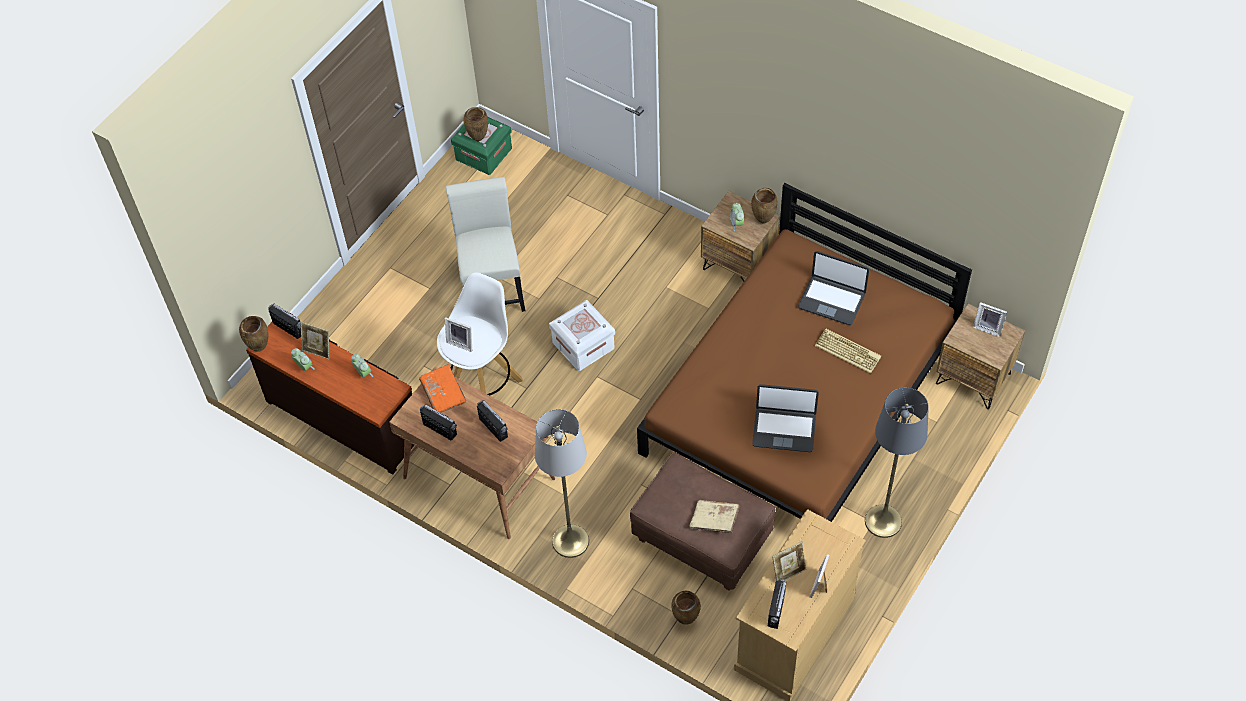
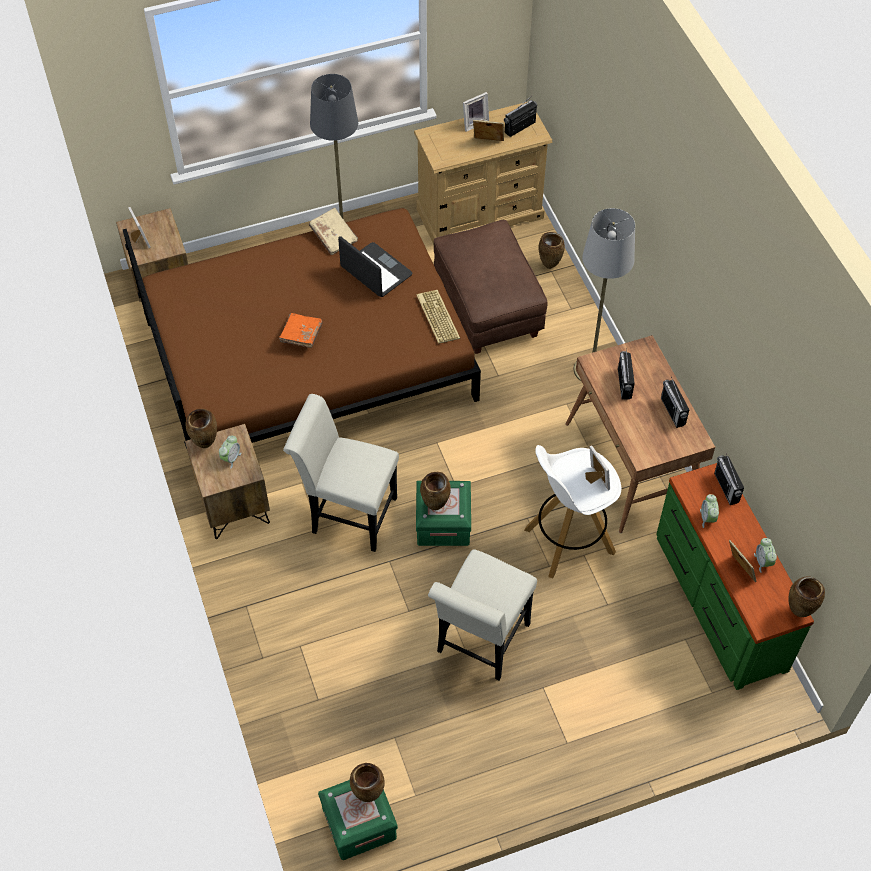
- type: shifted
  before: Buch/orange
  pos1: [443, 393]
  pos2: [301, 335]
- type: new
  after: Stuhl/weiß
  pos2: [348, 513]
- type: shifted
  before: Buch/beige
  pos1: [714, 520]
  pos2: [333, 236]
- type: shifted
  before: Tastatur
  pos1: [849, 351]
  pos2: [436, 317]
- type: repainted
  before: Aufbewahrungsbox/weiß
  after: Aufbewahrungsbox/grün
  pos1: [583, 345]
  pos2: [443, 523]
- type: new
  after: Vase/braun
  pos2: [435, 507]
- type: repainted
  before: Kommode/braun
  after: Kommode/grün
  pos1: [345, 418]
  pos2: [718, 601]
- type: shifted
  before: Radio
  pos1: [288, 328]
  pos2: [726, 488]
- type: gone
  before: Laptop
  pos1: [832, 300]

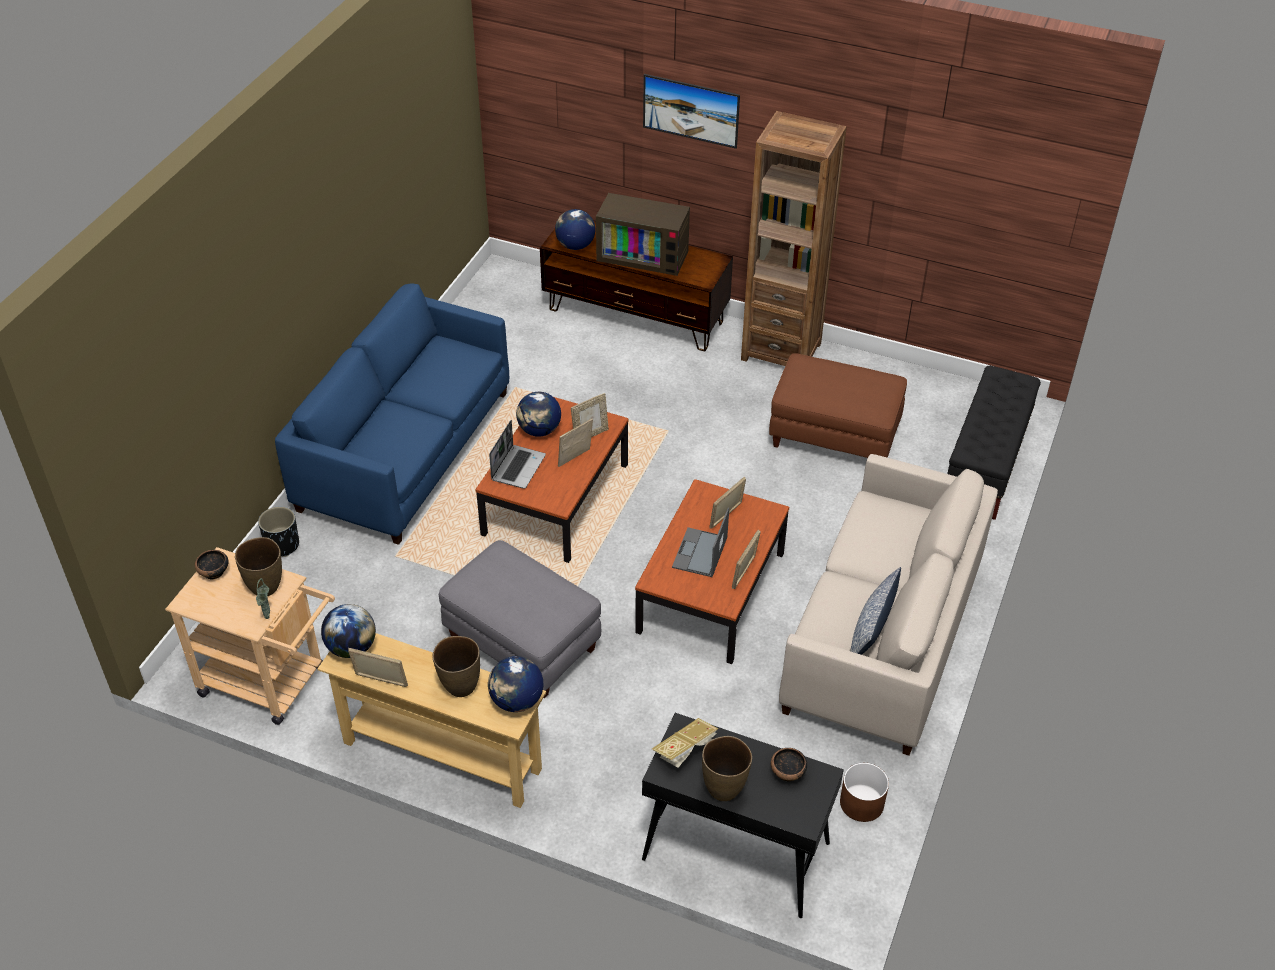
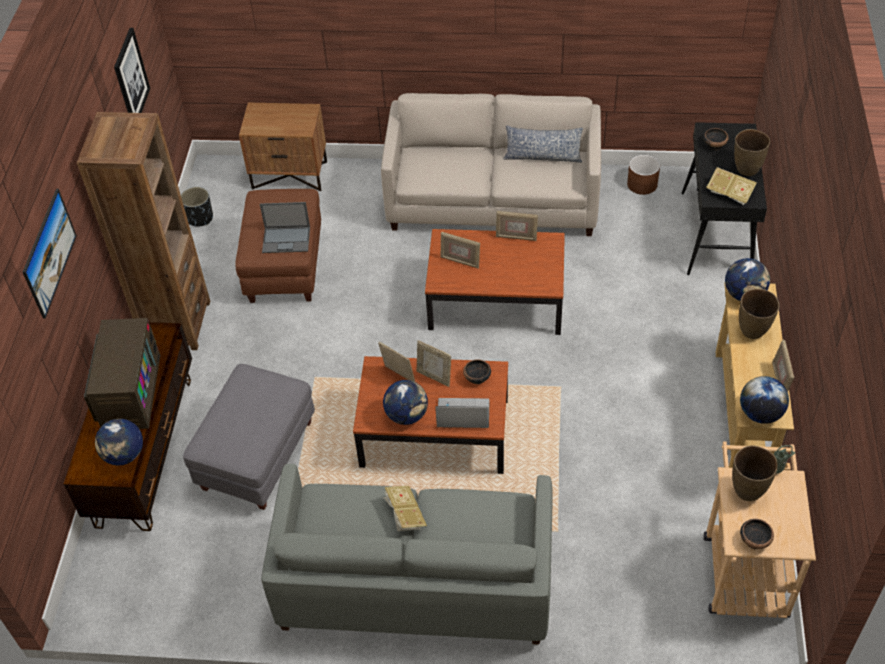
- type: new
  after: Bild
  pos2: [131, 78]
- type: shifted
  before: Pflanzkübel/schwarz
  pos1: [282, 545]
  pos2: [200, 218]
- type: shifted
  before: Polsterhocker/grau
  pos1: [522, 644]
  pos2: [258, 456]
- type: swapped
  before: Bank/schwarz
  after: Nachttisch/braun
  pos1: [985, 465]
  pos2: [290, 174]
- type: shifted
  before: Laptop
  pos1: [700, 553]
  pos2: [287, 239]
- type: repainted
  before: Sofa/blau
  after: Sofa/grau
  pos1: [405, 450]
  pos2: [415, 581]
- type: new
  after: Buch
  pos2: [404, 515]
- type: new
  after: Schüssel
  pos2: [477, 378]

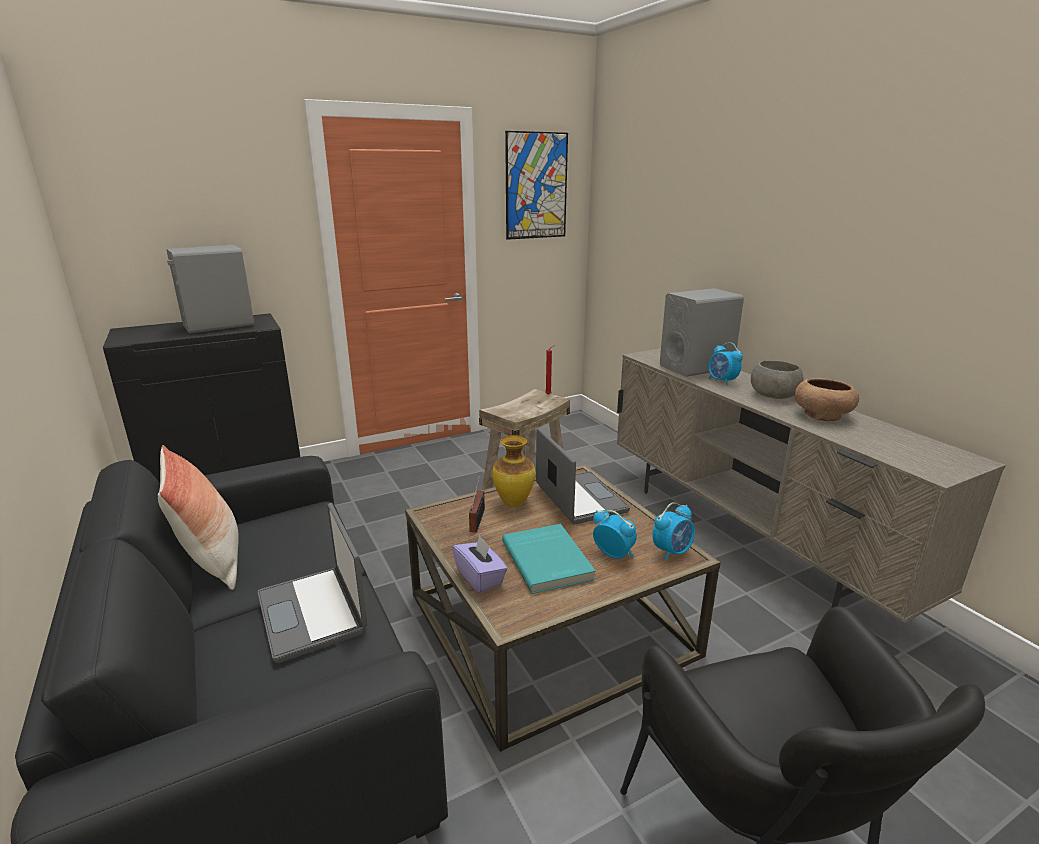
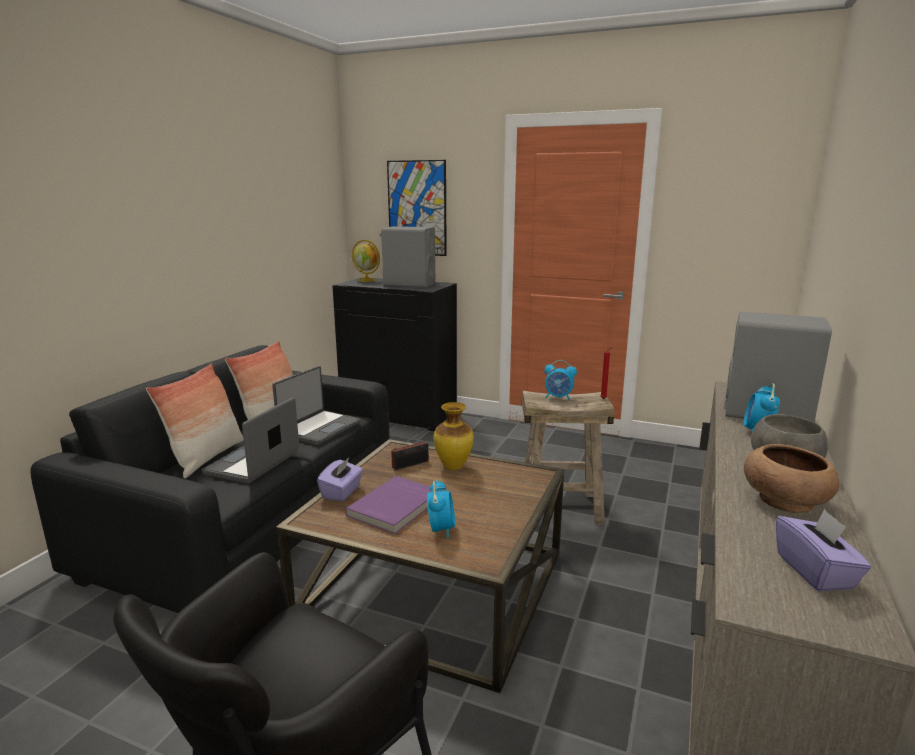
- type: new
  after: Kissen
  pos2: [207, 457]
- type: shifted
  before: Laptop
  pos1: [578, 499]
  pos2: [319, 428]
- type: repainted
  before: Buch/türkis
  after: Buch/lila
  pos1: [548, 560]
  pos2: [396, 507]
- type: new
  after: Globus
  pos2: [367, 280]
- type: shifted
  before: Bild
  pos1: [536, 186]
  pos2: [417, 208]
- type: shifted
  before: Wecker
  pos1: [672, 552]
  pos2: [558, 397]
- type: new
  after: Taschentuchbox/lila
  pos2: [815, 571]

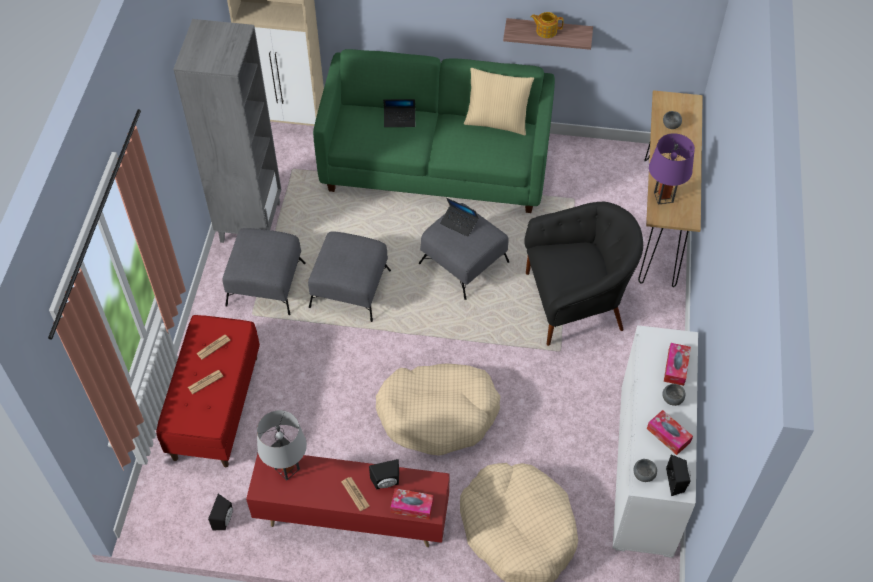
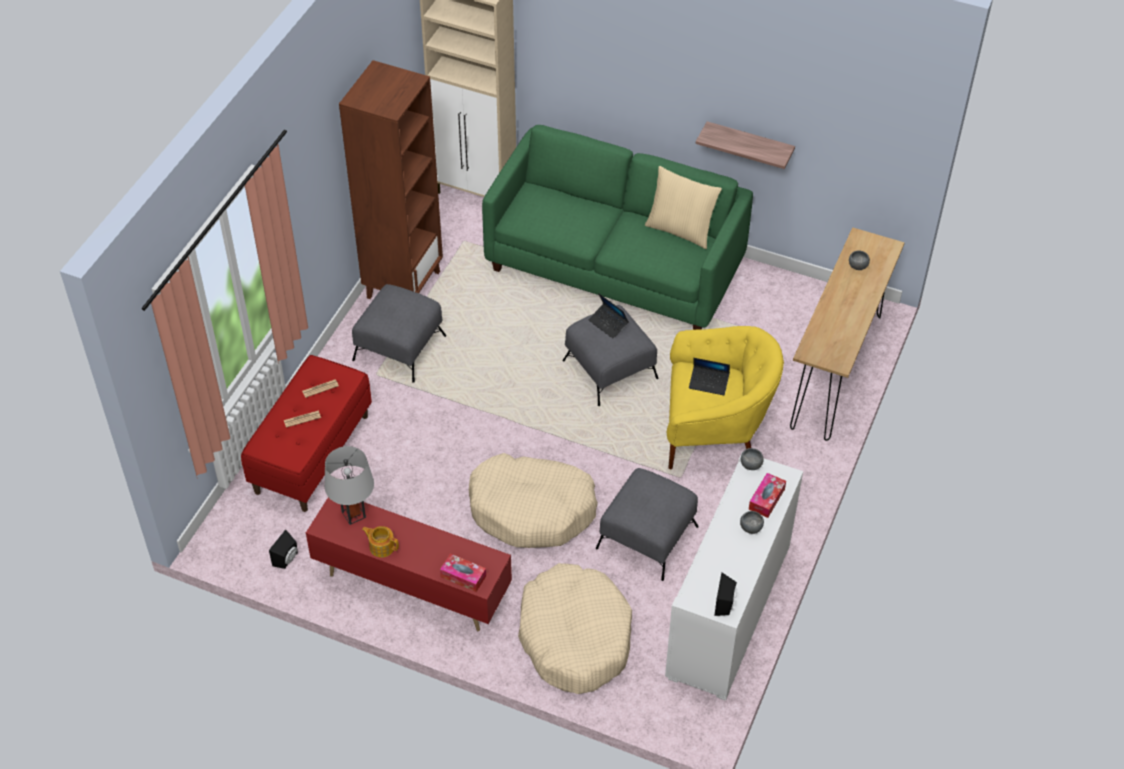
- type: repainted
  before: Bücherregal/grau
  after: Bücherregal/braun
  pos1: [250, 221]
  pos2: [403, 284]
- type: shifted
  before: Teekanne
  pos1: [546, 30]
  pos2: [381, 546]
- type: shifted
  before: Polsterhocker/grau
  pos1: [350, 288]
  pos2: [648, 537]
- type: repainted
  before: Sessel/schwarz
  after: Sessel/gelb
  pos1: [575, 302]
  pos2: [714, 433]
- type: shifted
  before: Laptop
  pos1: [399, 119]
  pos2: [709, 383]
- type: shifted
  before: Schüssel/grau
  pos1: [643, 475]
  pos2: [750, 465]
- type: gone
  before: Zeitung
  pos1: [355, 494]
- type: gone
  before: Lautsprecher/schwarz
  pos1: [386, 483]
- type: gone
  before: Taschentuchbox
  pos1: [668, 435]
- type: gone
  before: Tischlampe/lila
  pos1: [663, 197]

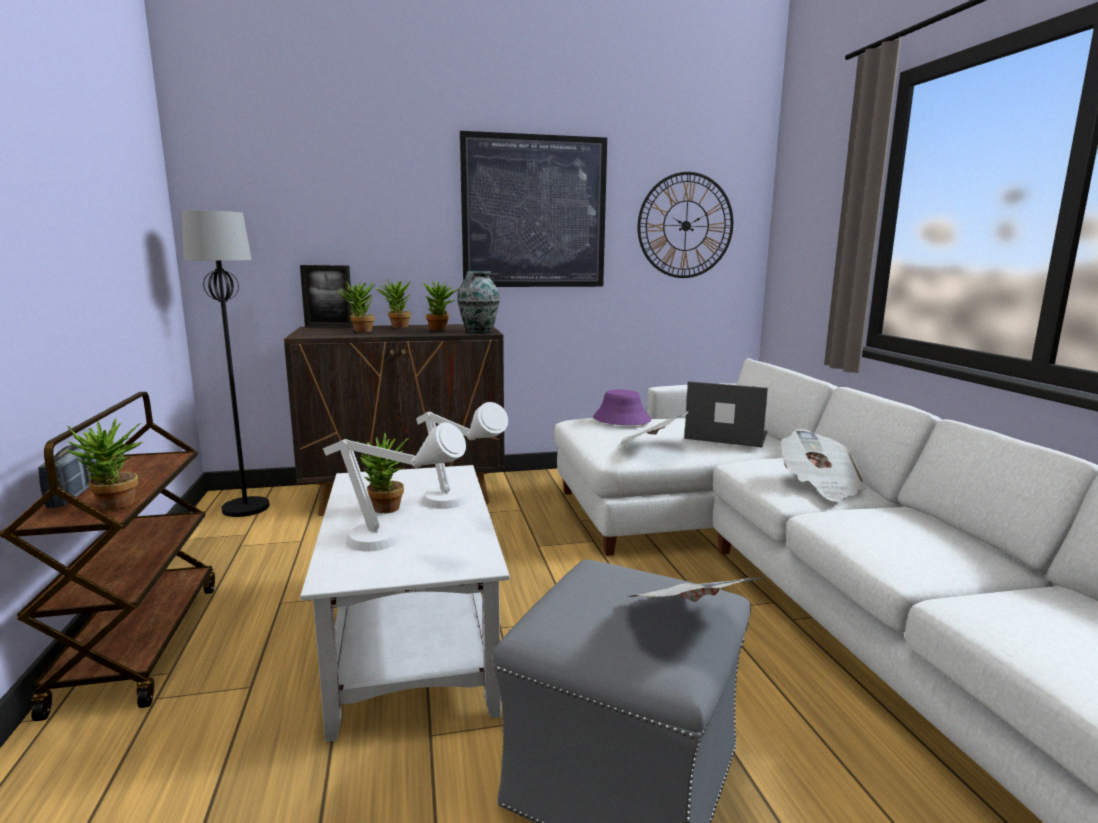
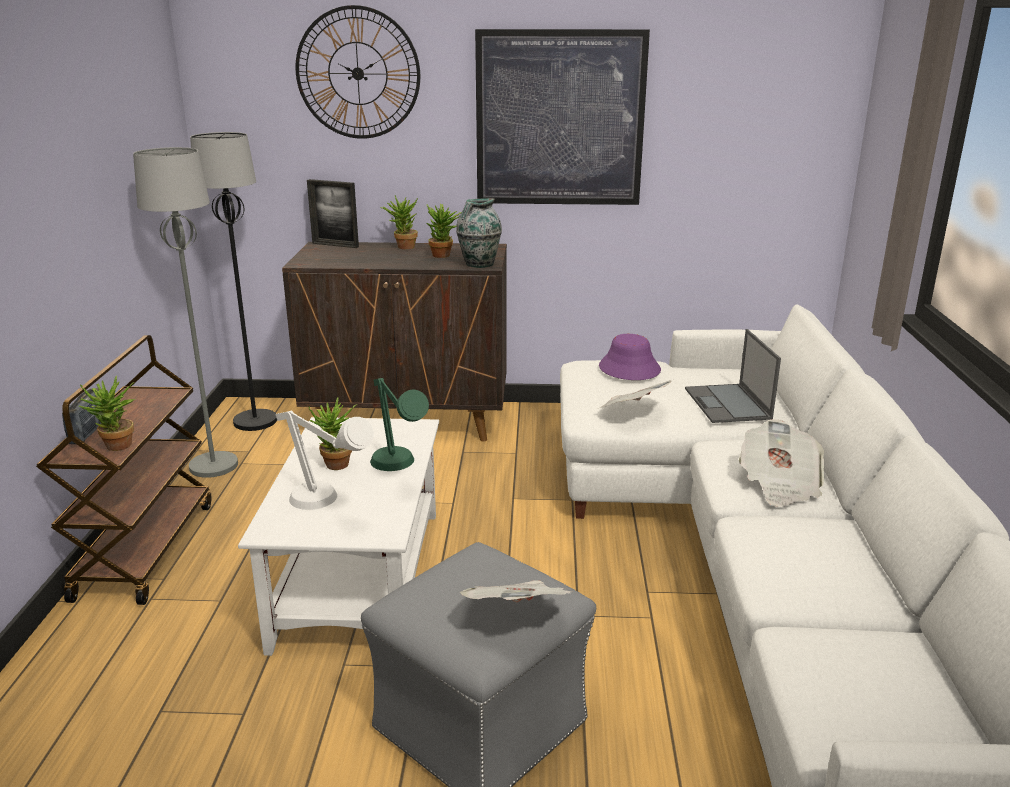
- type: new
  after: Stehlampe/grau
  pos2: [214, 465]
- type: shifted
  before: Wanduhr
  pos1: [685, 225]
  pos2: [358, 73]
- type: repainted
  before: Tischlampe/weiß
  after: Tischlampe/grün
  pos1: [457, 507]
  pos2: [398, 470]
- type: rotated
  before: Laptop
  pos1: [725, 436]
  pos2: [728, 404]
  turn: -135
- type: gone
  before: Topfpflanze
  pos1: [359, 331]

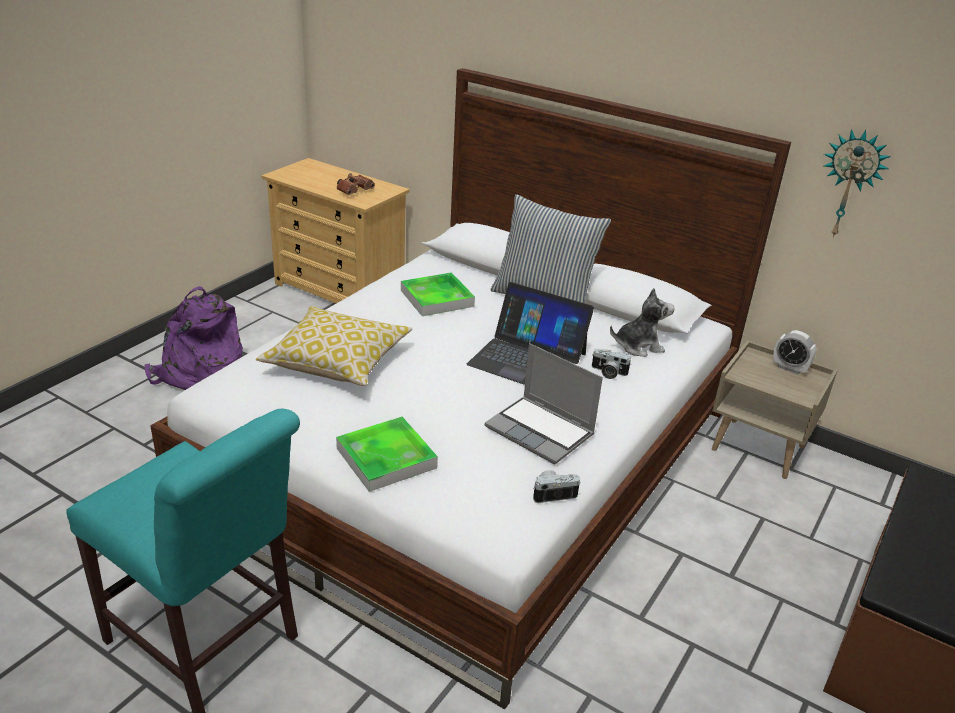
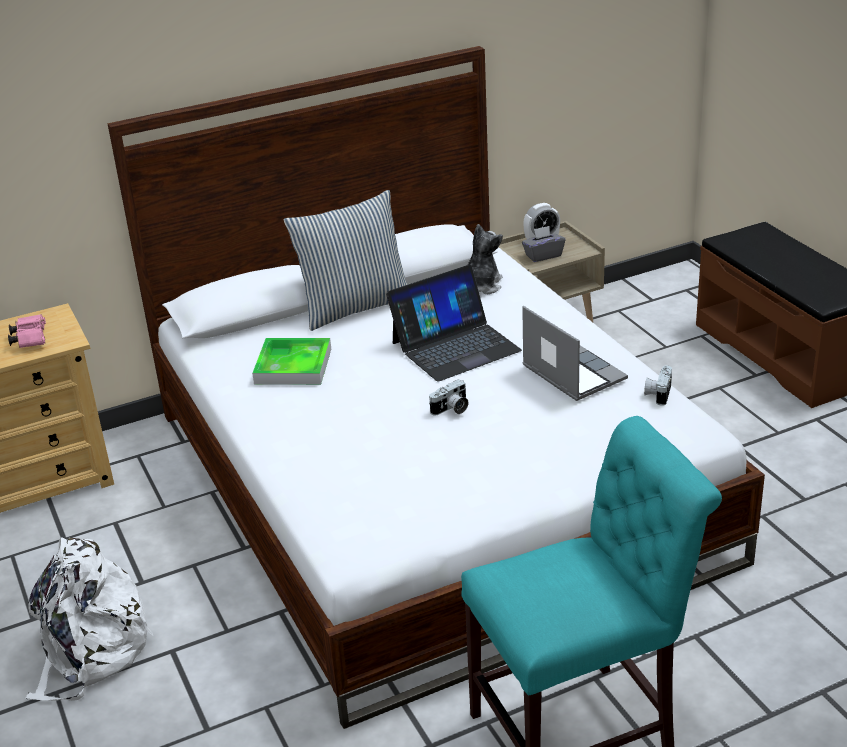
- type: repainted
  before: Fernglas/braun
  after: Fernglas/rosa
  pos1: [355, 191]
  pos2: [30, 339]
- type: repainted
  before: Rucksack/lila
  after: Rucksack/weiß
  pos1: [198, 372]
  pos2: [90, 651]
- type: shifted
  before: Kamera
  pos1: [608, 372]
  pos2: [451, 409]
- type: new
  after: Taschentuchbox/grau
  pos2: [543, 255]
- type: rotated
  before: Laptop
  pos1: [541, 431]
  pos2: [571, 373]
  turn: -105
- type: gone
  before: Kissen
  pos1: [337, 361]
- type: gone
  before: Tablett
  pos1: [386, 458]
- type: gone
  before: Wanduhr
  pos1: [849, 184]

